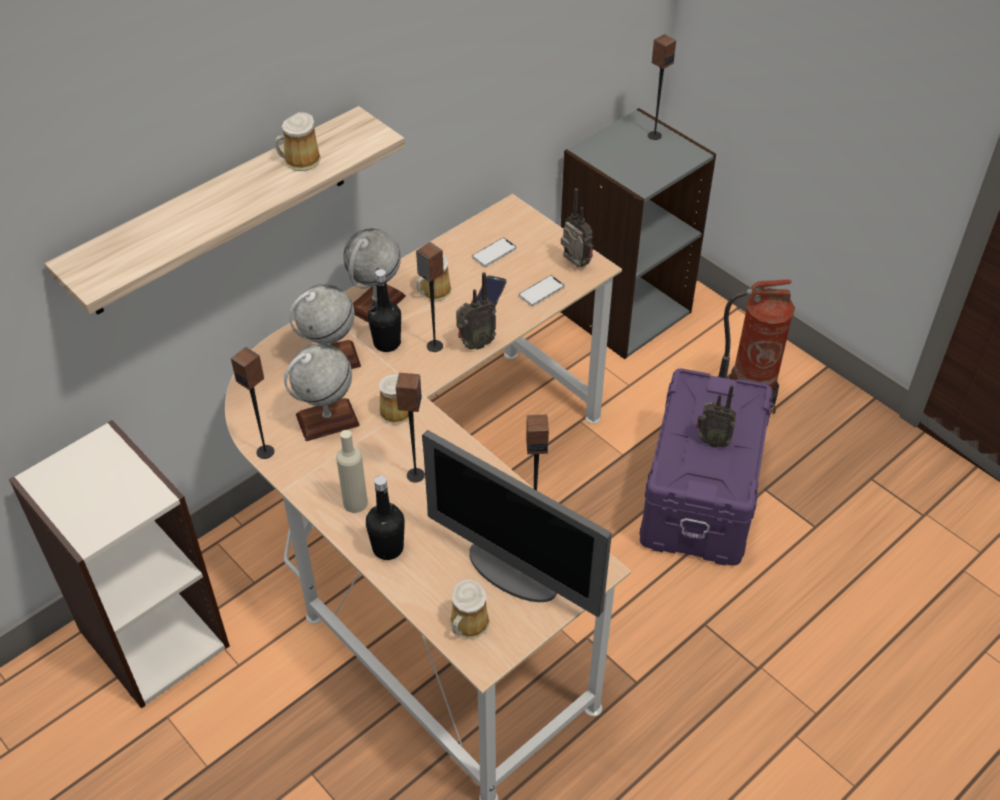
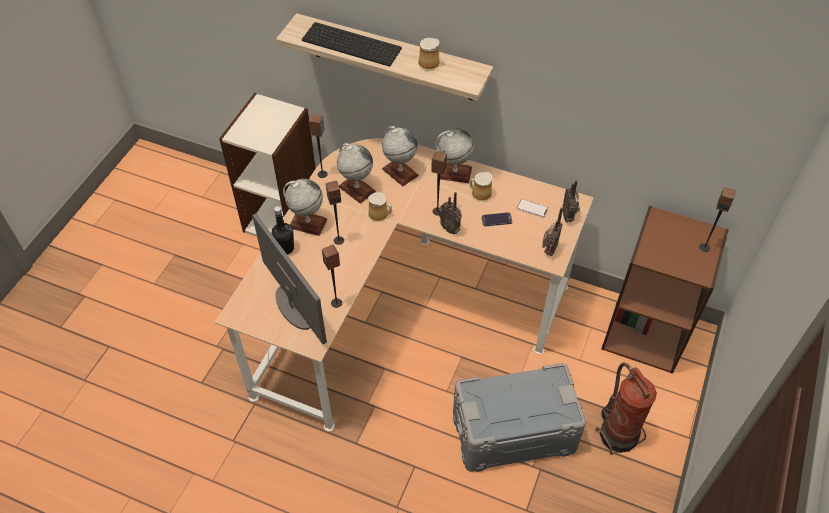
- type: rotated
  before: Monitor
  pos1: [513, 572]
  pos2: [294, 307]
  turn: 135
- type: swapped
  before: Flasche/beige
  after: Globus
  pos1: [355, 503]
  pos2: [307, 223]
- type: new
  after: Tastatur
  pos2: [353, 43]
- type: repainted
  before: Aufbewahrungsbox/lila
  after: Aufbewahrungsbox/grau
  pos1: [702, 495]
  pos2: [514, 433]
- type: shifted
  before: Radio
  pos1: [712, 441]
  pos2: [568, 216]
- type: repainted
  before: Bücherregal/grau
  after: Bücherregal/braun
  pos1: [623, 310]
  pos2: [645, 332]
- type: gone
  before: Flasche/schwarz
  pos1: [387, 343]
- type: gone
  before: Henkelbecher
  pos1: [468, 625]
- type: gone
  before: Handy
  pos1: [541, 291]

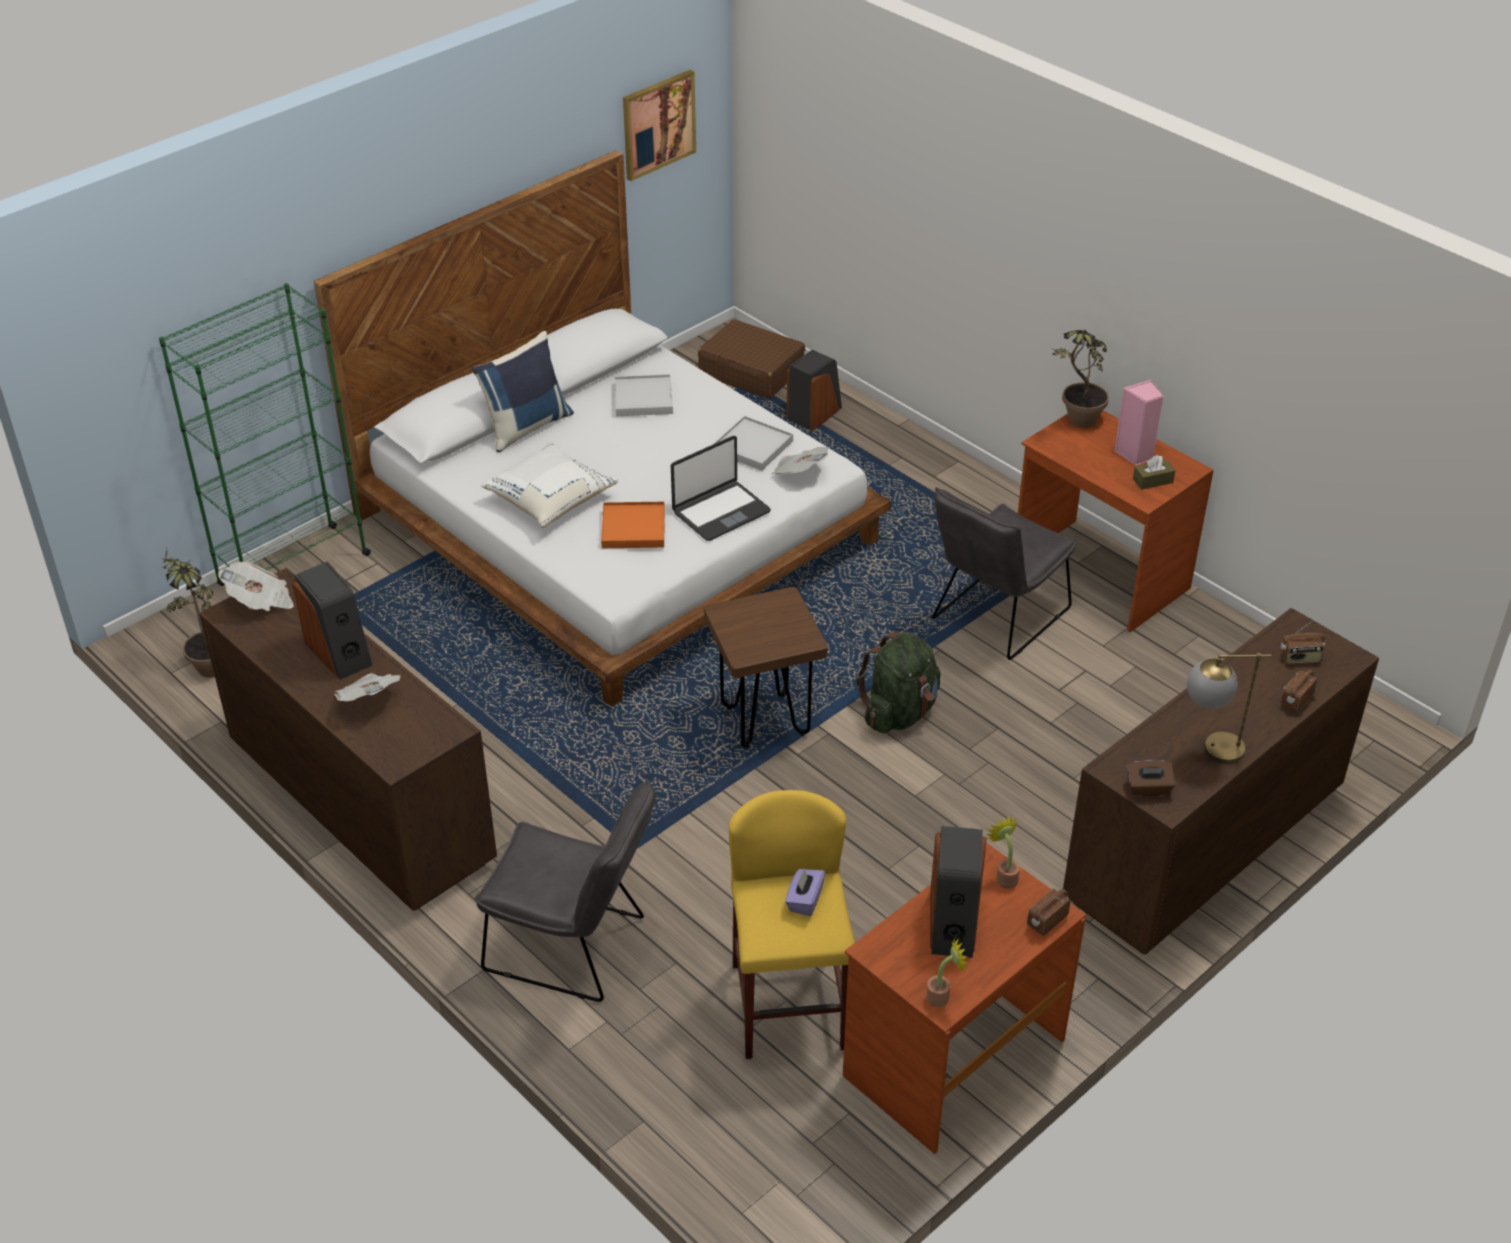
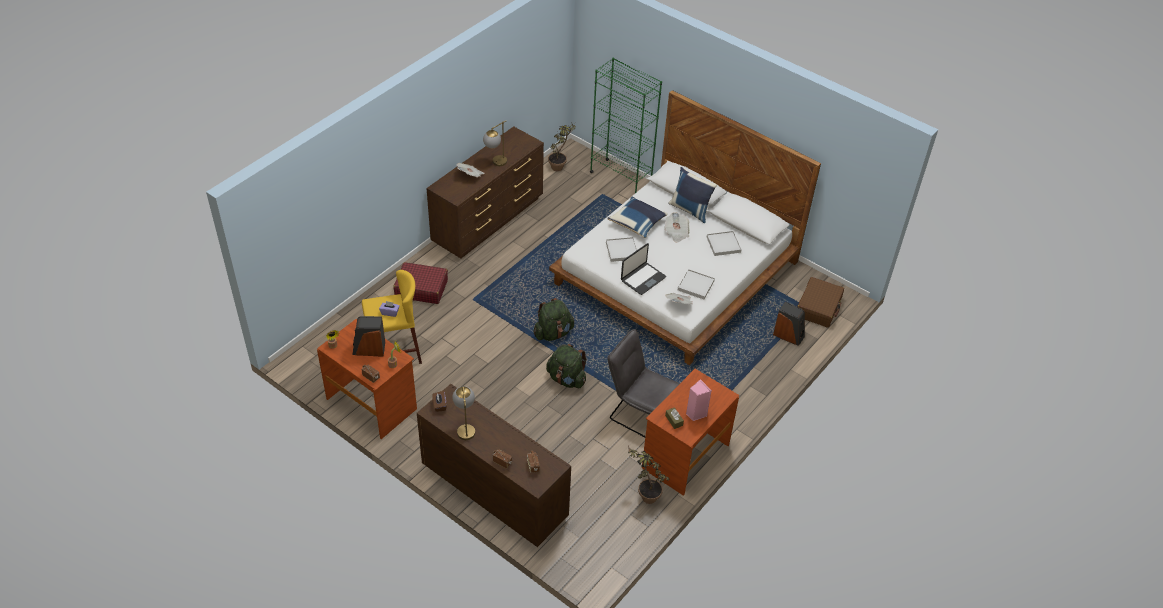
- type: swapped
  before: Stuhl/grau
  after: Koffer/rot
  pos1: [575, 947]
  pos2: [421, 288]
- type: swapped
  before: Lautsprecher
  after: Tischlampe
  pos1: [339, 652]
  pos2: [495, 164]
- type: swapped
  before: Hocker/braun
  after: Rucksack/grün
  pos1: [764, 721]
  pos2: [553, 333]
- type: repainted
  before: Tablett/orange
  after: Tablett/weiß
  pos1: [633, 528]
  pos2: [622, 251]
- type: repainted
  before: Kissen/weiß
  after: Kissen/blau
  pos1: [550, 500]
  pos2: [637, 223]
- type: rotated
  before: Laptop
  pos1: [720, 512]
  pos2: [642, 279]
  turn: -90
- type: shifted
  before: Topfpflanze
  pos1: [1075, 424]
  pos2: [644, 494]
- type: shifted
  before: Zeitung
  pos1: [261, 601]
  pos2: [676, 233]
- type: gone
  before: Bild
  pos1: [658, 124]

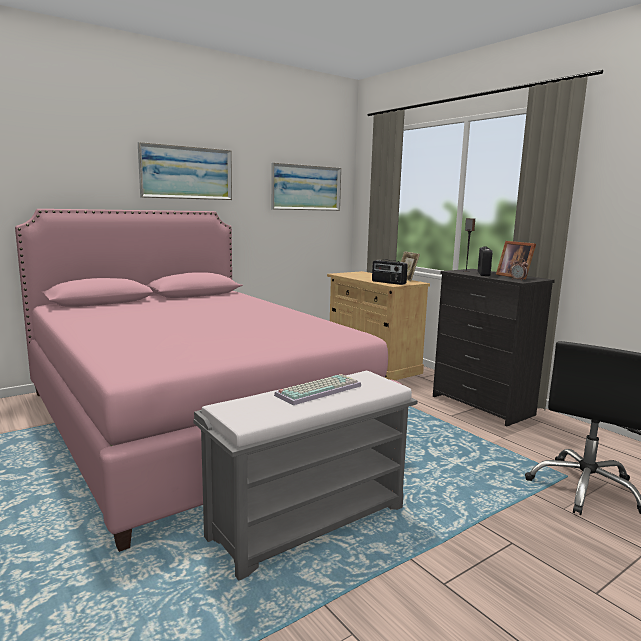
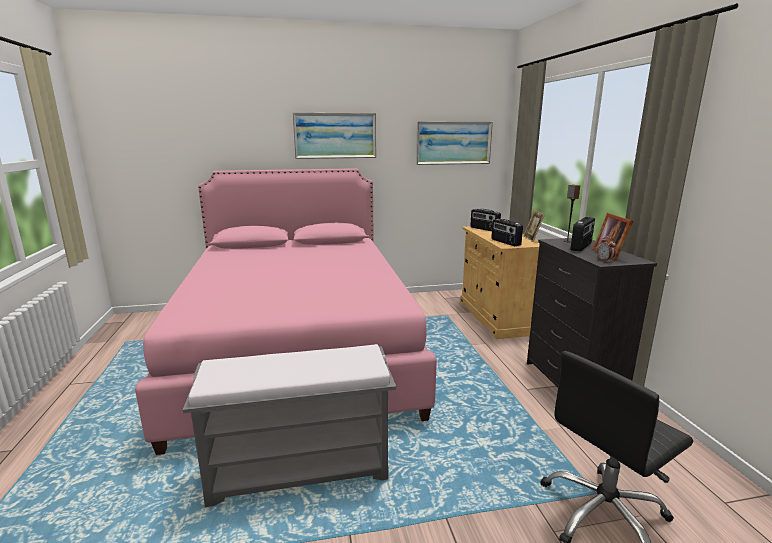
- type: new
  after: Radio
  pos2: [484, 229]
- type: gone
  before: Tastatur
  pos1: [318, 390]

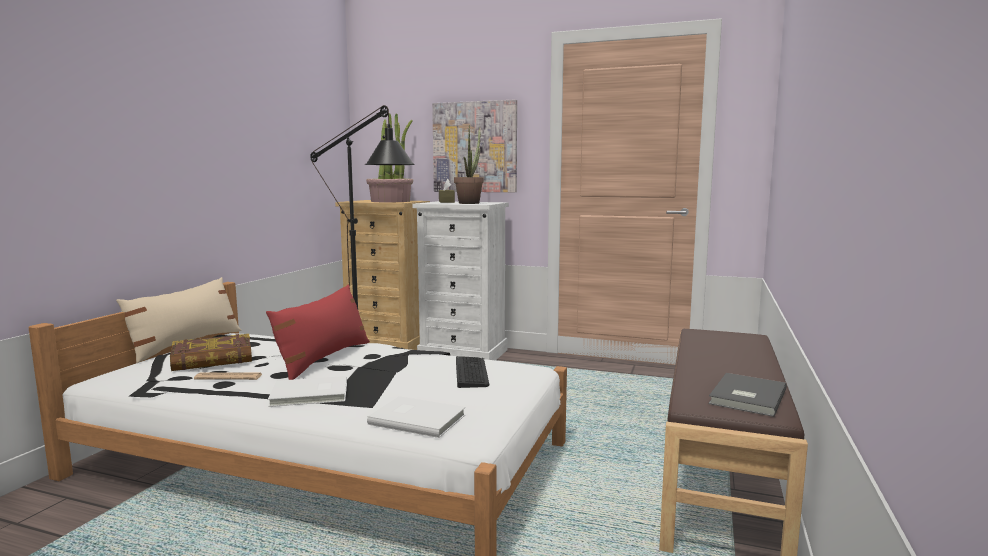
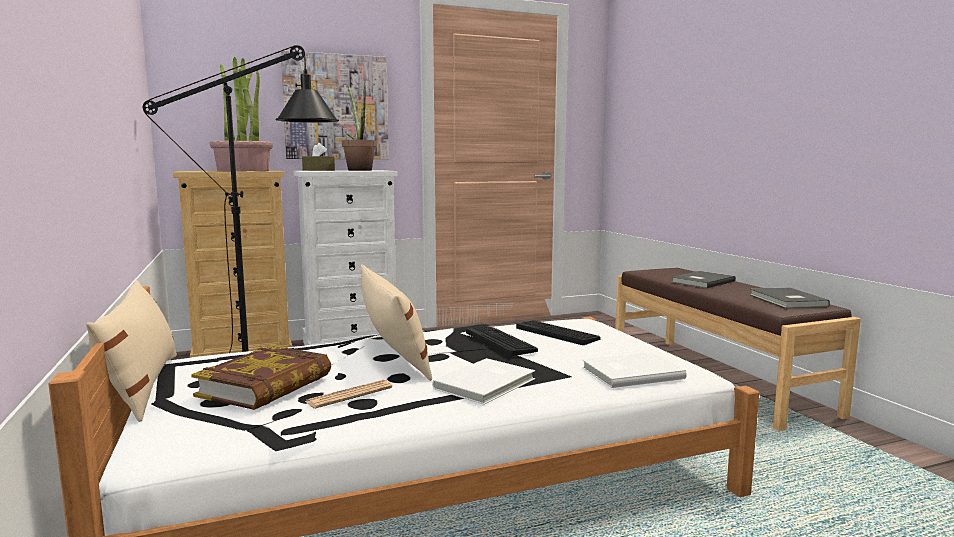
- type: repainted
  before: Kissen/rot
  after: Kissen/beige
  pos1: [323, 359]
  pos2: [393, 355]
- type: new
  after: Tastatur
  pos2: [500, 341]
- type: new
  after: Buch/grau
  pos2: [701, 281]

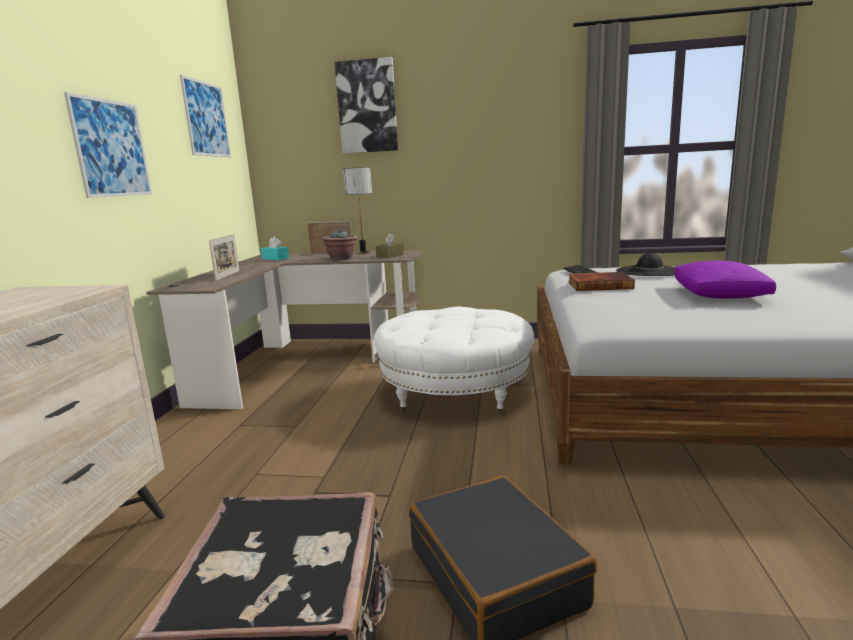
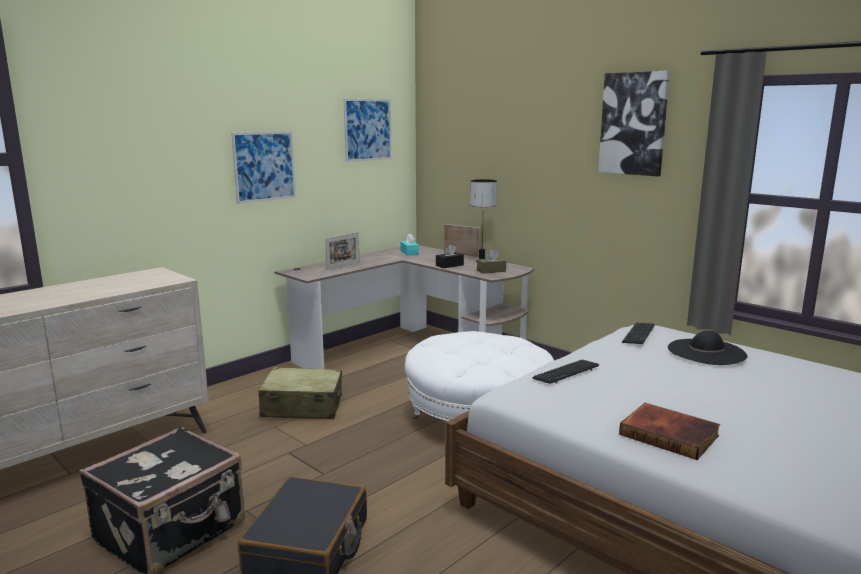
- type: new
  after: Koffer/beige
  pos2: [302, 406]
- type: swapped
  before: Topfpflanze
  after: Taschentuchbox/schwarz
  pos1: [341, 259]
  pos2: [449, 265]
- type: new
  after: Tastatur
  pos2: [566, 373]
- type: shifted
  before: Bild
  pos1: [367, 107]
  pos2: [633, 124]
- type: shifted
  before: Buch
  pos1: [600, 285]
  pos2: [670, 434]
- type: gone
  before: Kissen/lila
  pos1: [719, 294]

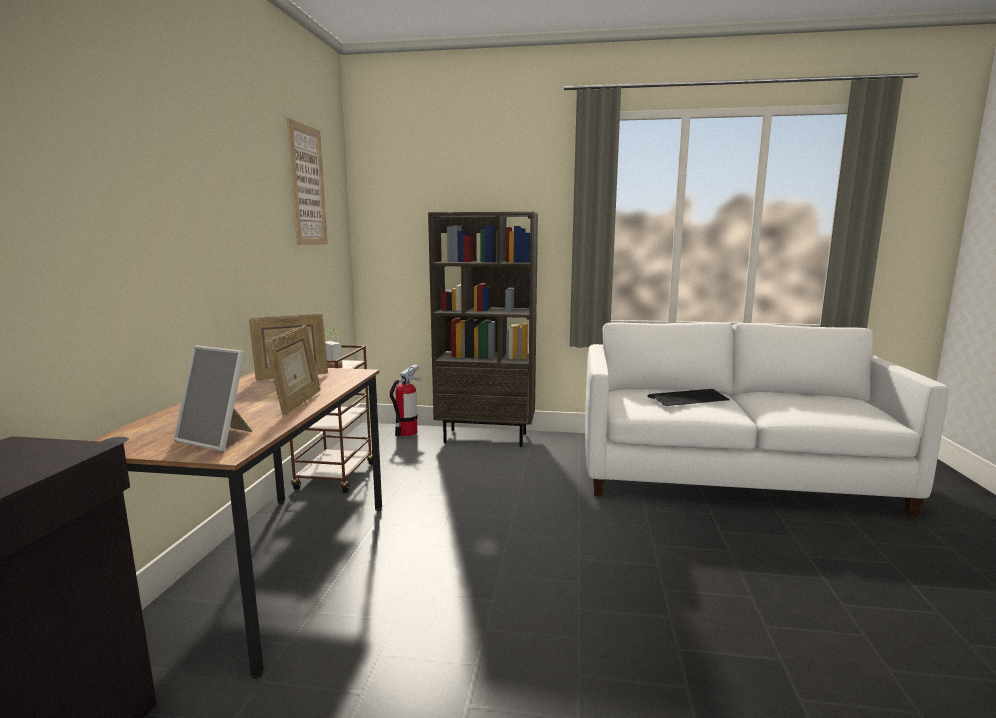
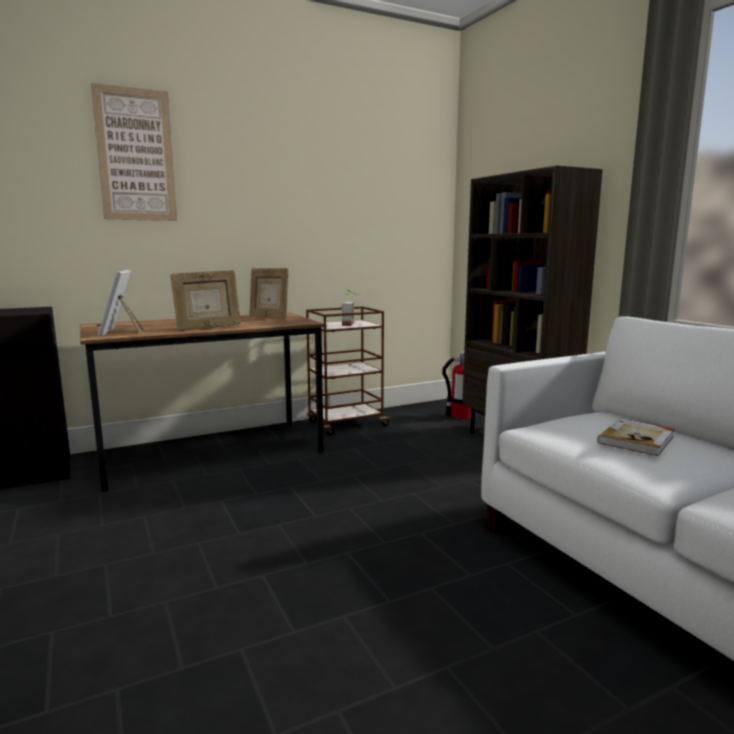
- type: shifted
  before: Bild
  pos1: [307, 186]
  pos2: [136, 155]
- type: swapped
  before: Tastatur
  after: Buch
  pos1: [688, 399]
  pos2: [637, 440]

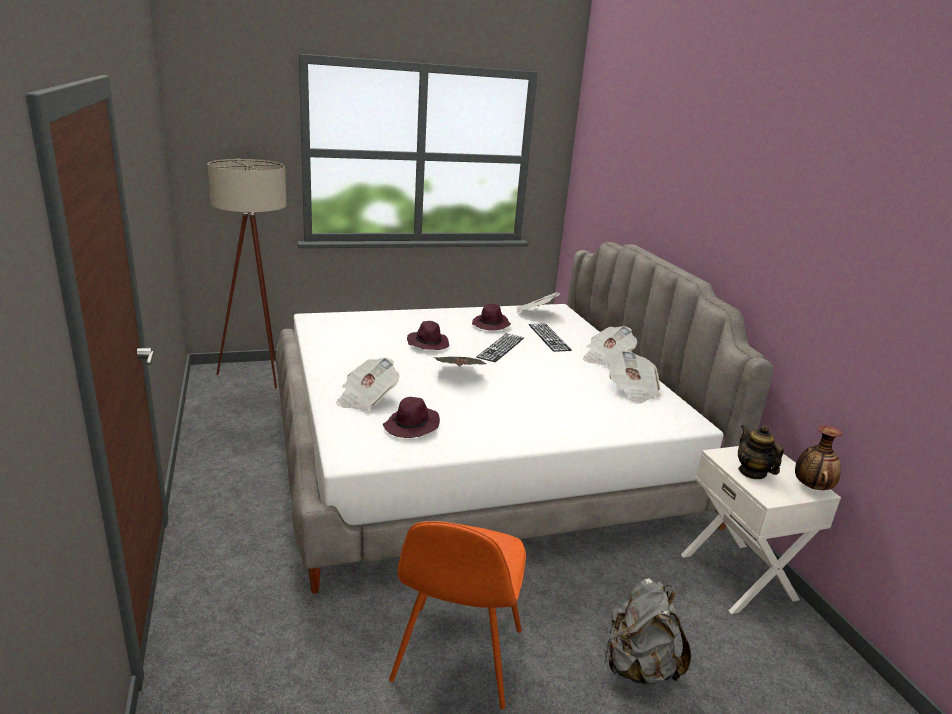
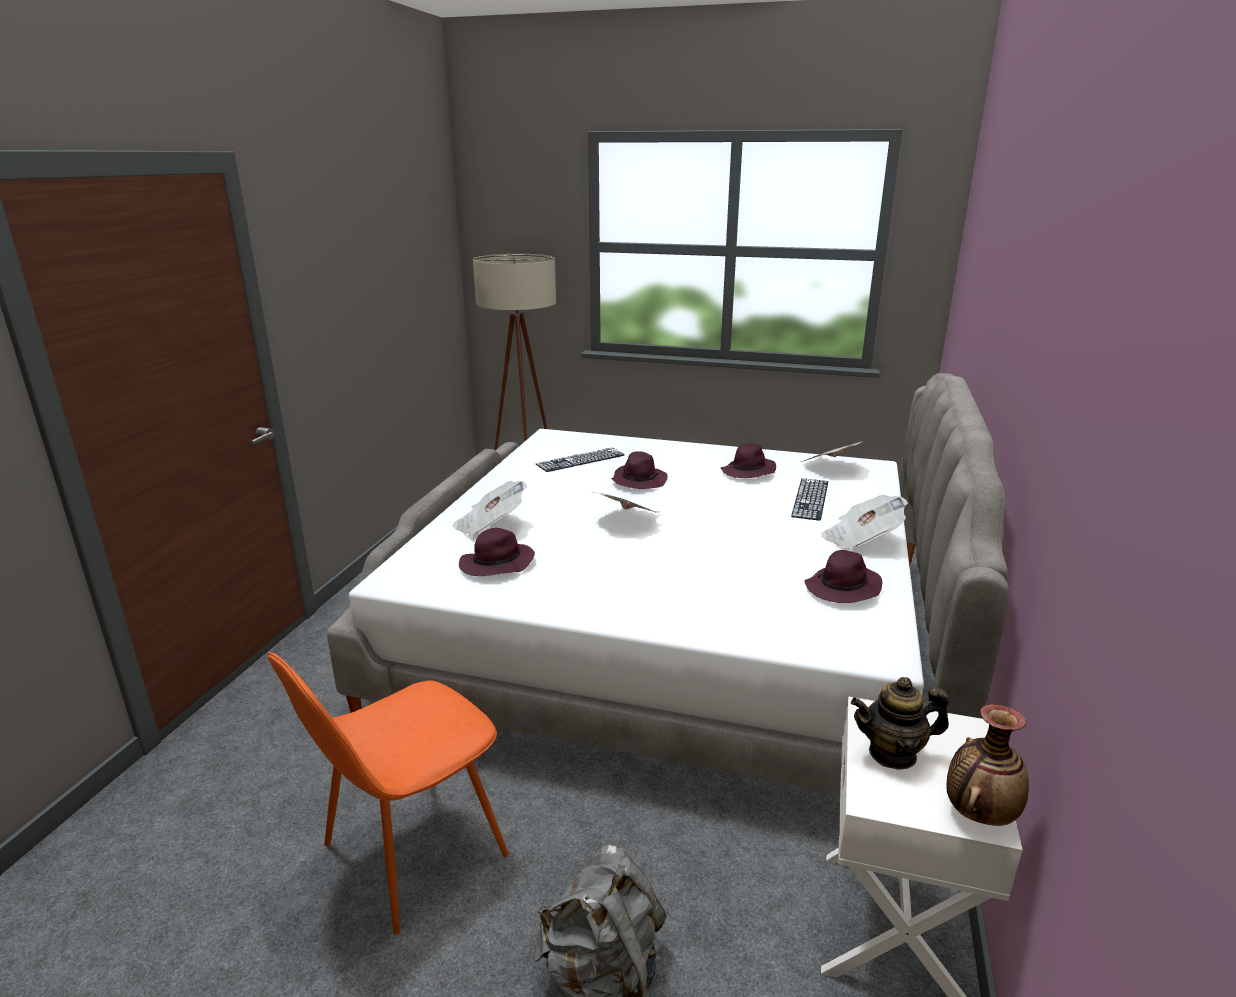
- type: shifted
  before: Tastatur
  pos1: [501, 347]
  pos2: [580, 460]
- type: swapped
  before: Zeitung
  after: Hut/lila
  pos1: [632, 391]
  pos2: [843, 589]
- type: rotated
  before: Teekanne
  pos1: [752, 472]
  pos2: [893, 753]
  turn: -105

